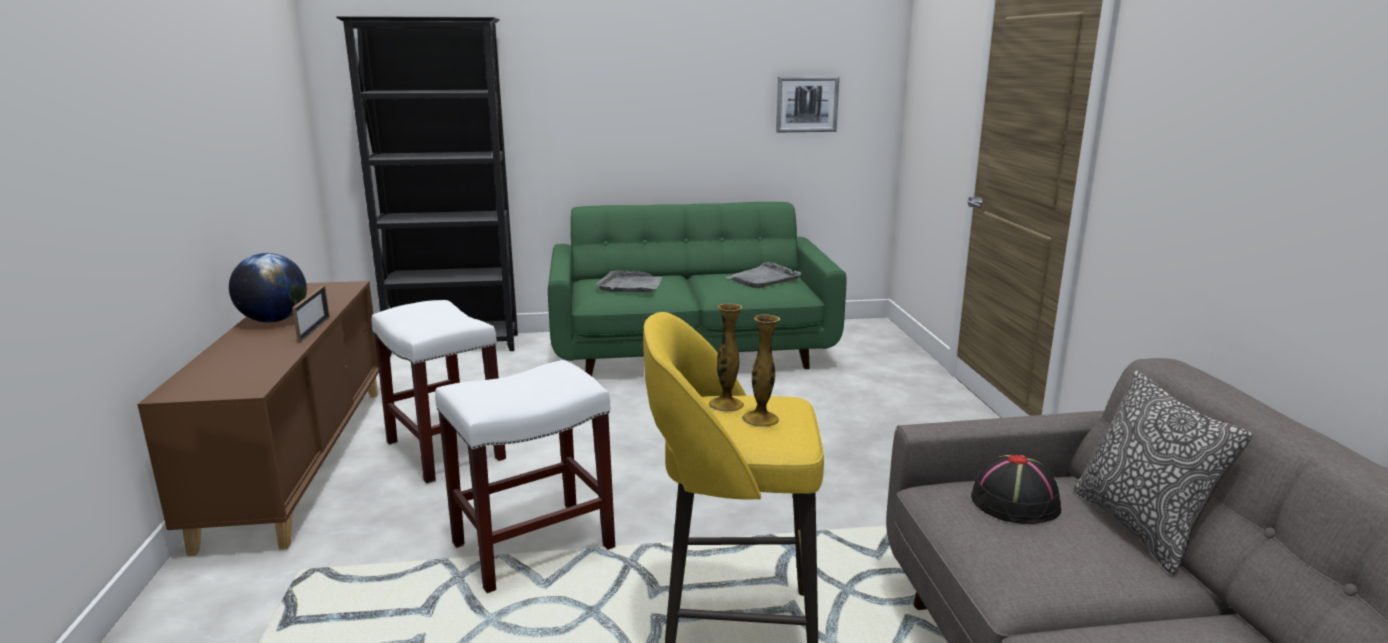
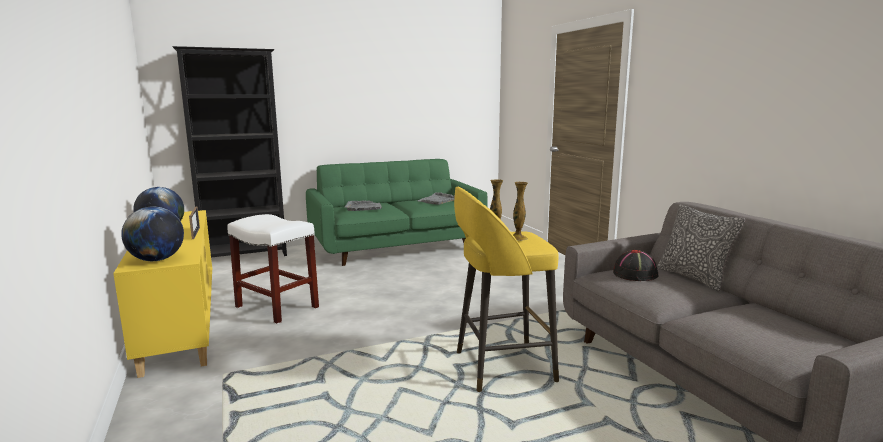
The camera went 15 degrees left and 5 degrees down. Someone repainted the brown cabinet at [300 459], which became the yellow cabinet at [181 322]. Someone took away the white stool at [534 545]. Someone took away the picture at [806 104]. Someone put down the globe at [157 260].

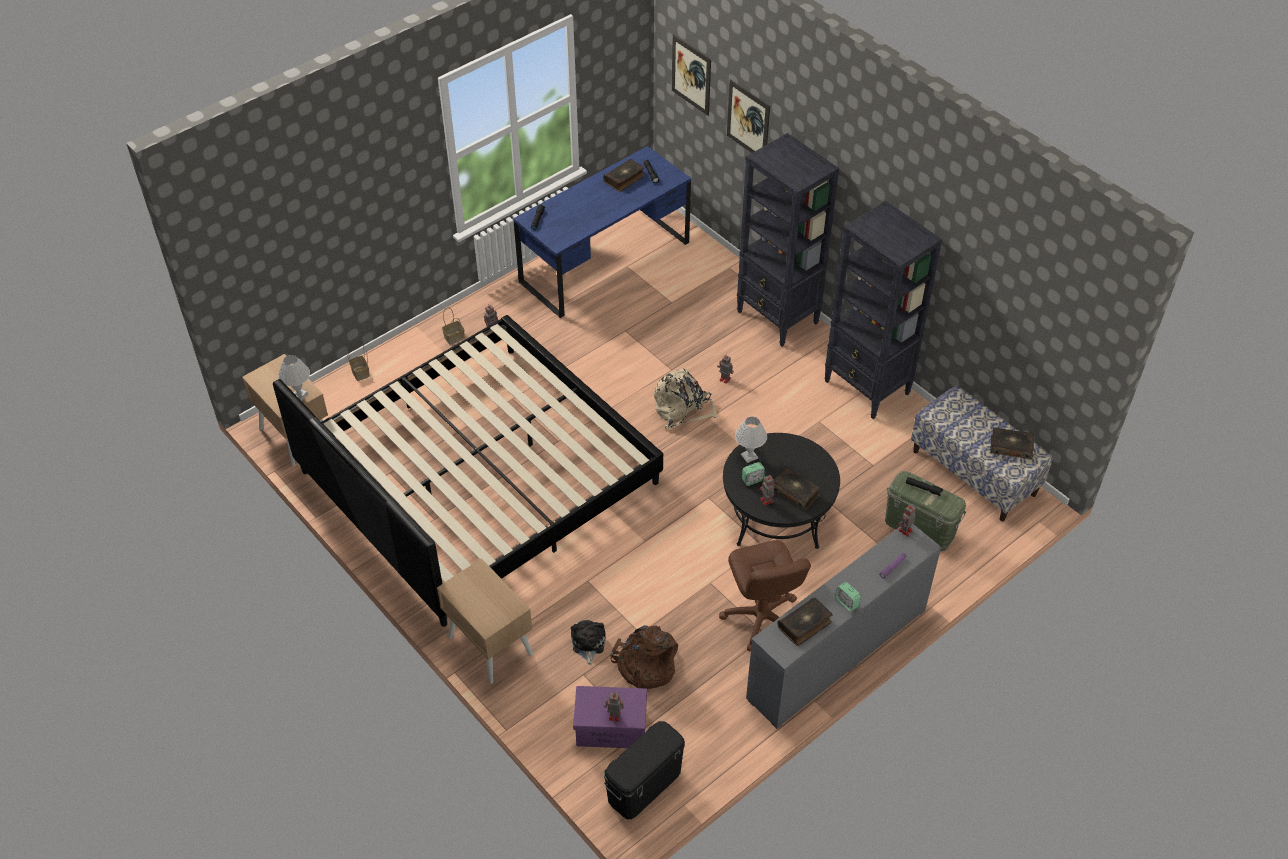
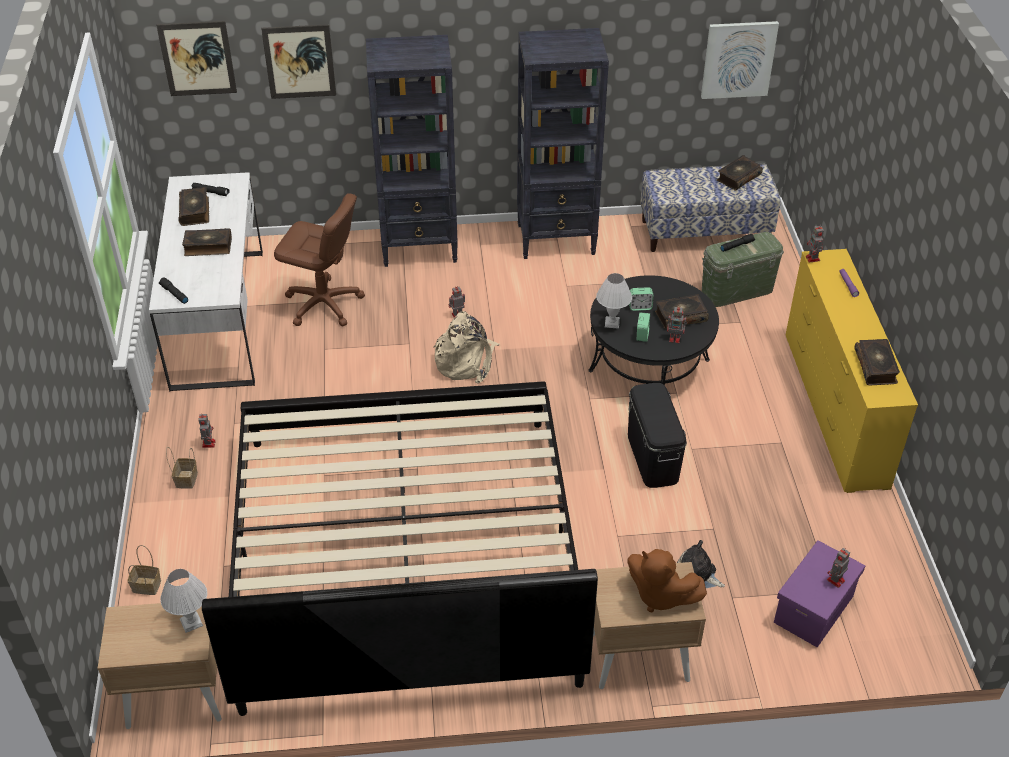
The camera went 55 degrees left and 5 degrees down. Someone repainted the blue desk at [605 262], which became the white desk at [219 317]. Someone carried the black storage box from [644 786] to [653 457]. Someone took away the brown backpack at [645 665]. Someone carried the brown office chair from [761 618] to [323 304]. Someone repainted the grey dresser at [836 653], which became the yellow dresser at [834 408]. Someone carried the alarm clock from [847 602] to [640 307]. Someone put down the book at [208 247]. Someone put down the brown plush toy at [660 595]. Someone put up the picture at [738 59].

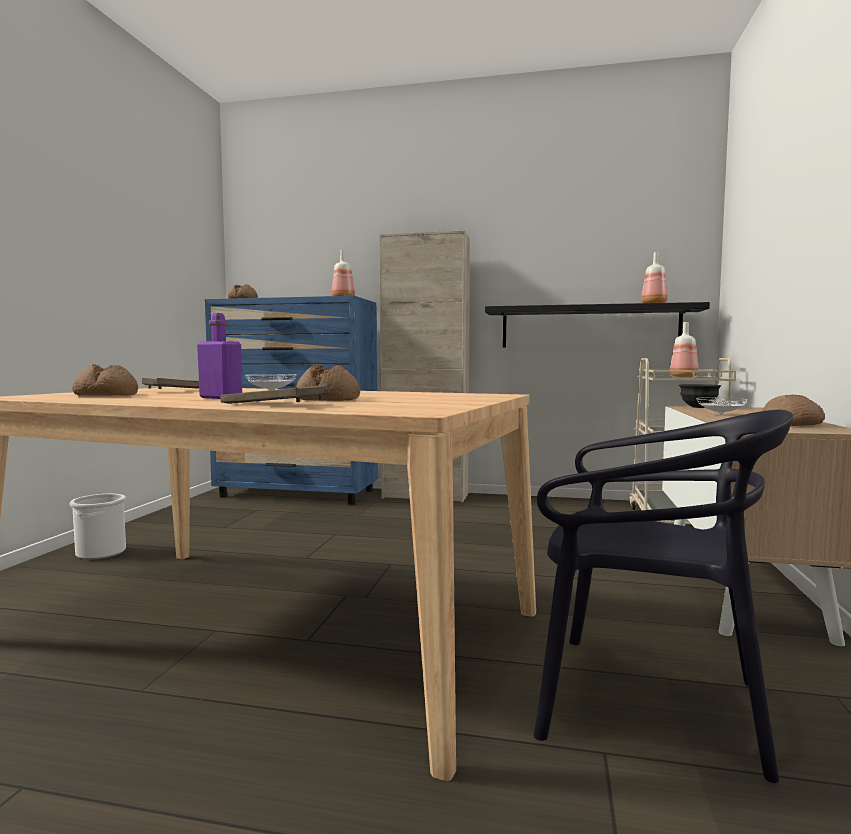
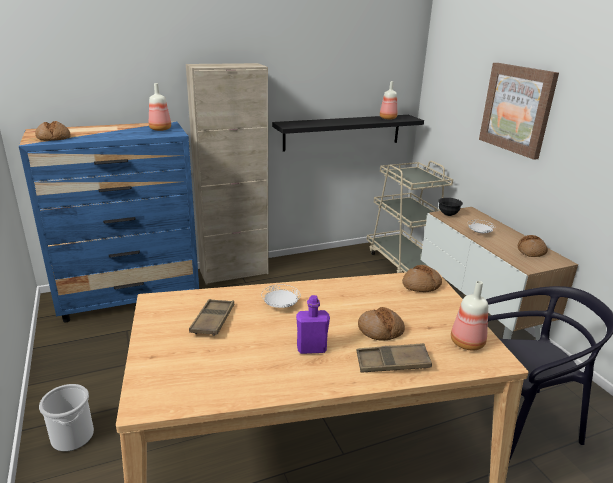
The camera went 35 degrees left and 20 degrees up. Someone carried the bread from [106 395] to [421 285]. Someone carried the bottle from [684 377] to [468 343]. Someone put up the picture at [517 109].

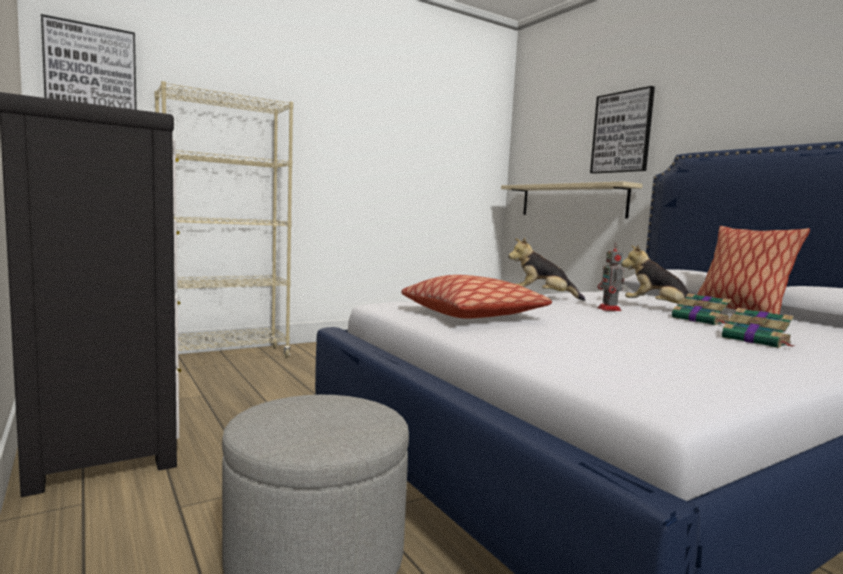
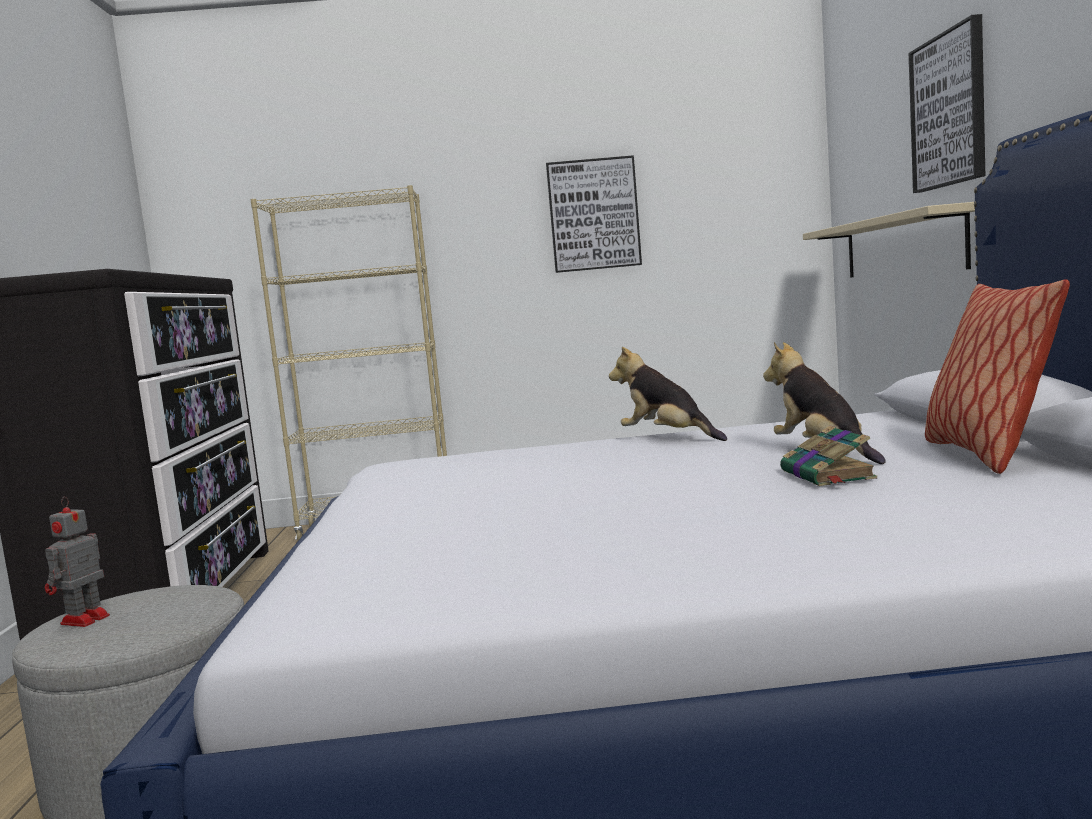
The camera went 30 degrees right and 0 degrees up. Someone carried the picture from [91 75] to [593 215]. Someone took away the pillow at [472 315]. Someone carried the toy robot from [609 309] to [83 621]. Someone took away the book at [757 340].

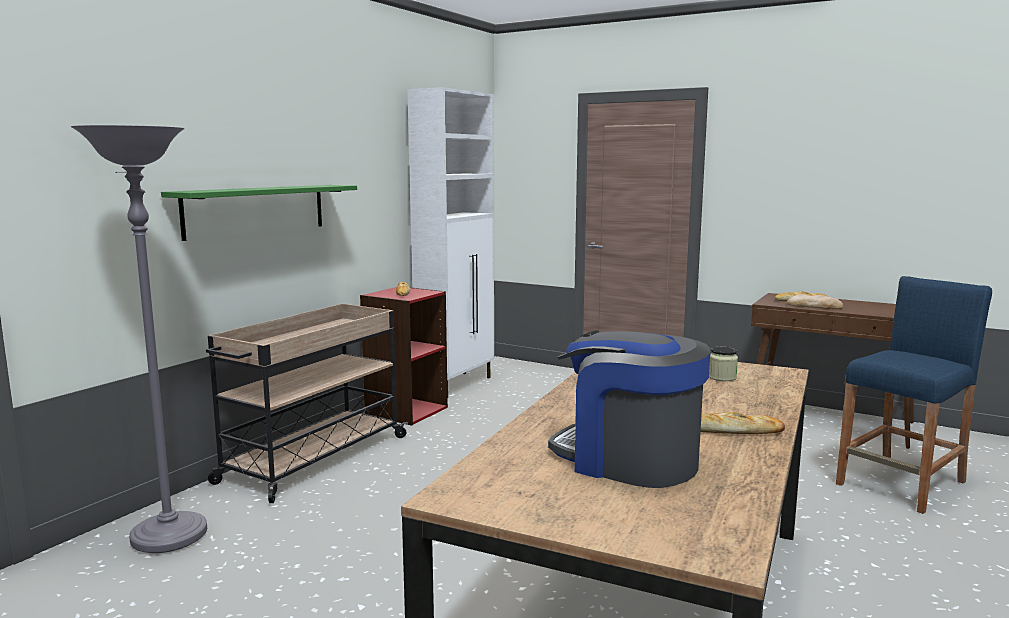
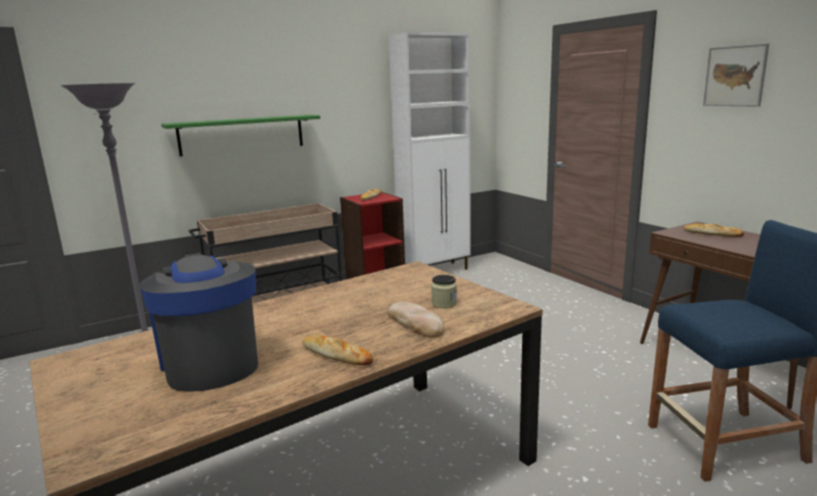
The camera went 30 degrees right and 5 degrees up. Someone carried the bread from [814 306] to [416 323]. Someone put up the picture at [735 76].

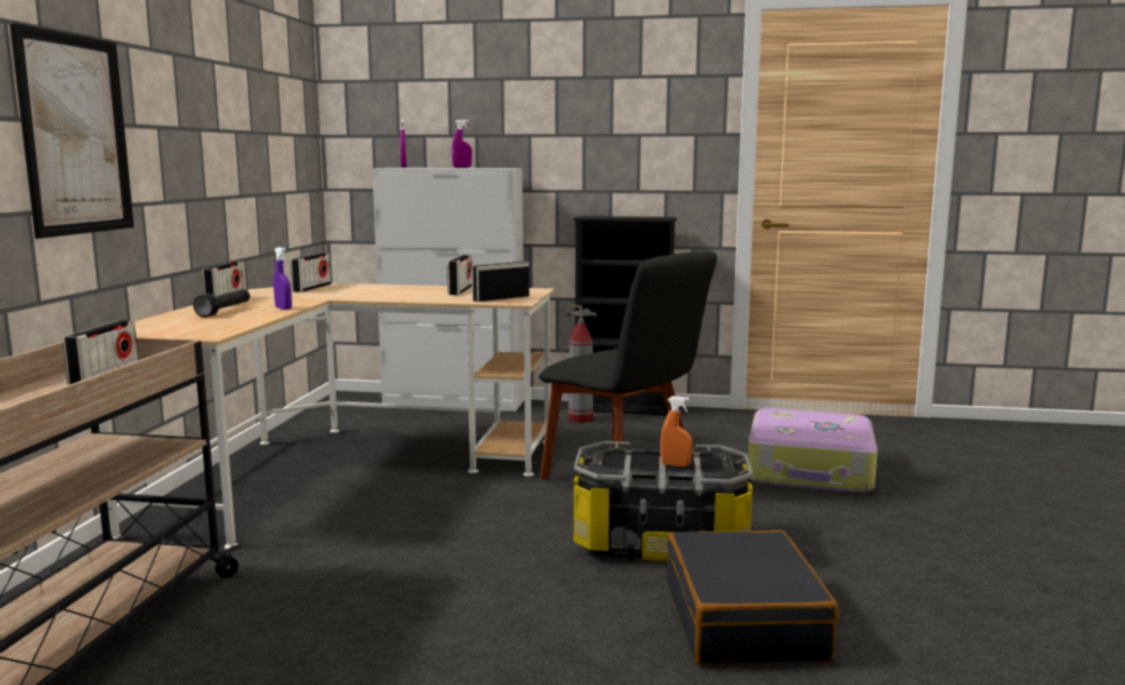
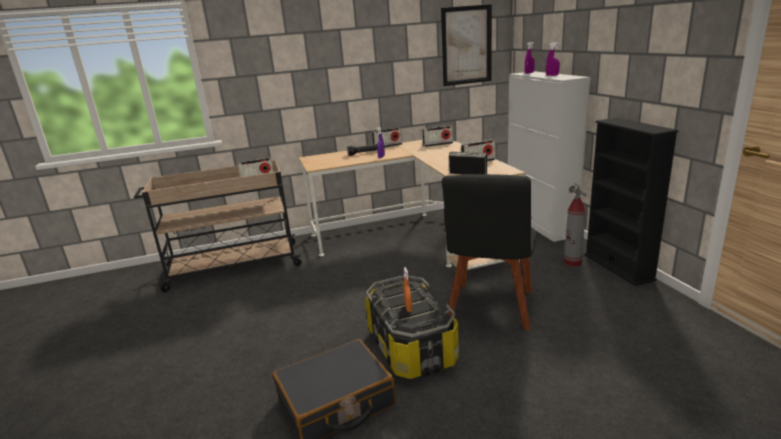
The camera went 65 degrees right and 10 degrees up. Someone carried the picture from [75 135] to [466 45]. Someone took away the suitcase at [810 470].

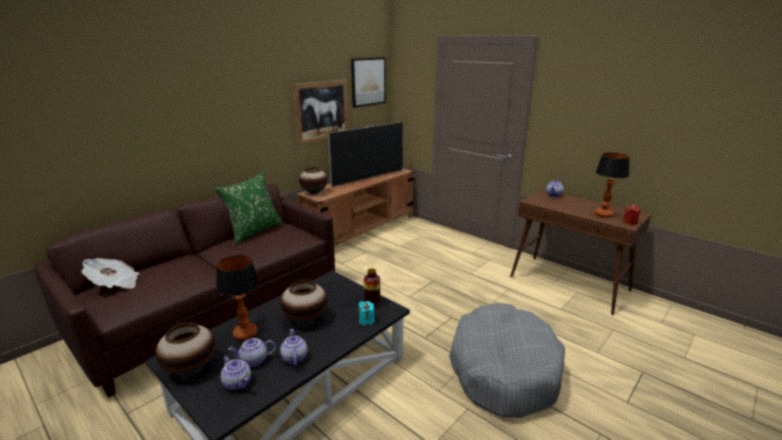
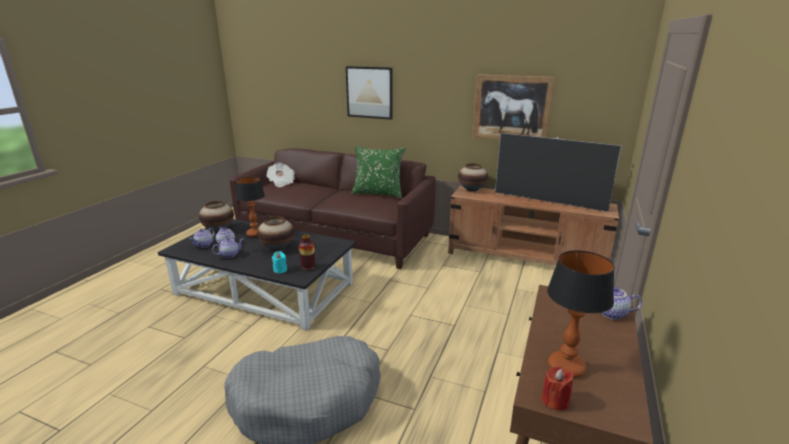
The camera went 70 degrees right and 0 degrees up. Someone carried the picture from [368 81] to [369 92].

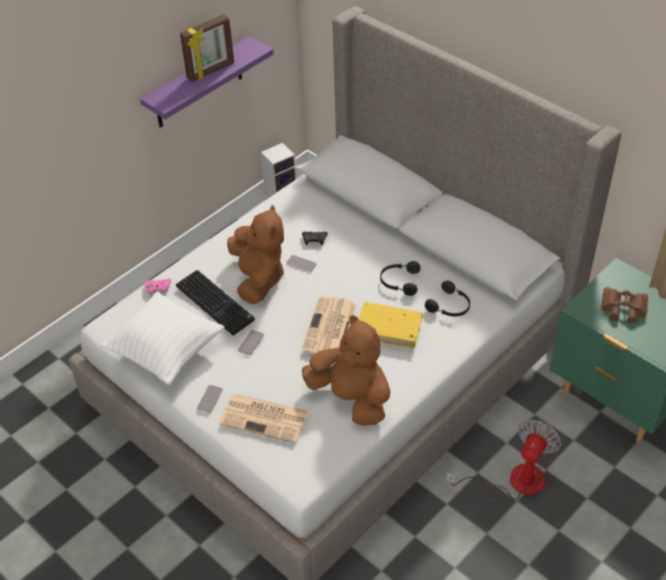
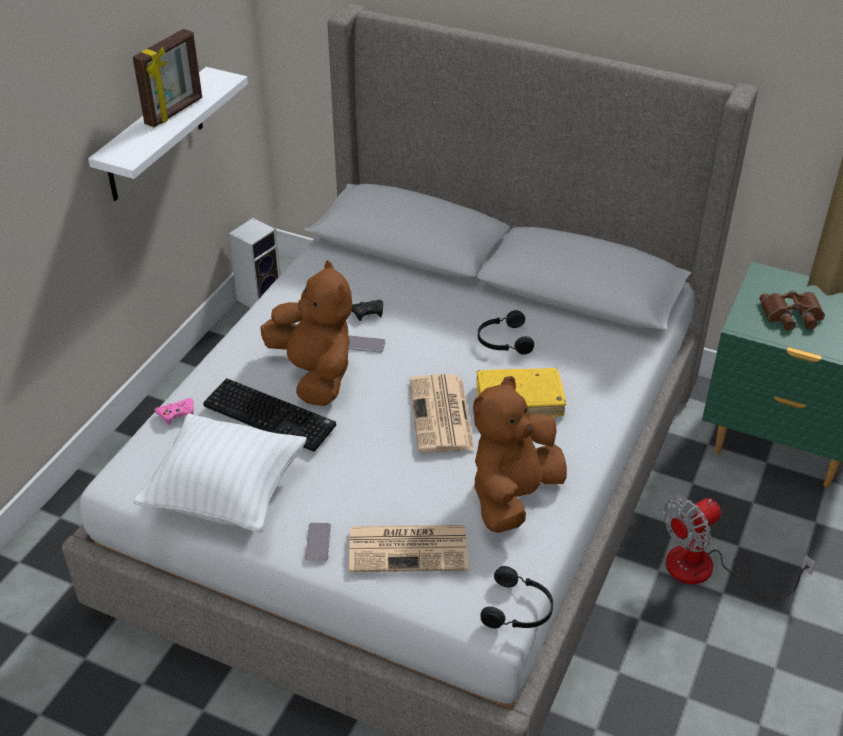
The camera went 20 degrees left and 5 degrees down. Someone repainted the purple shelf at [198 84], which became the white shelf at [154 136]. Someone took away the phone at [250 343]. Someone rotated the brown plush toy at [351 398] by 75 degrees counterclockwise. Someone carried the black headphones from [450 306] to [519 609]. Someone rotated the fan at [513 481] by 135 degrees counterclockwise.

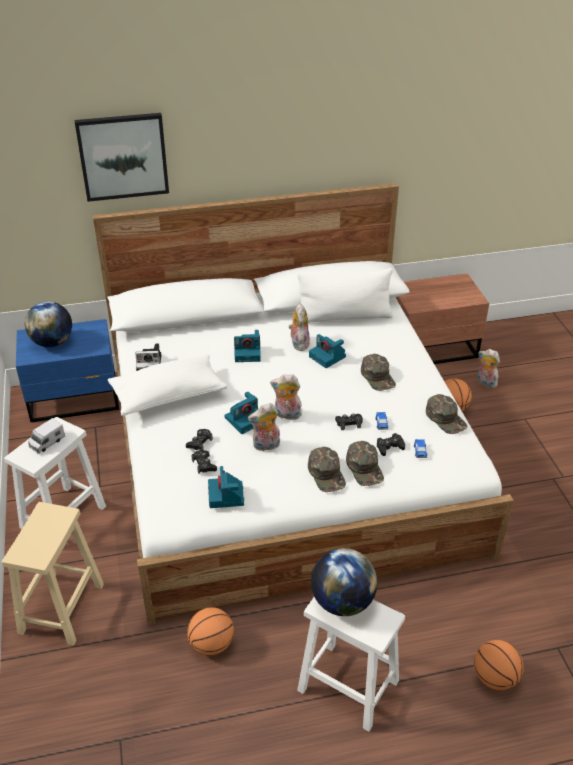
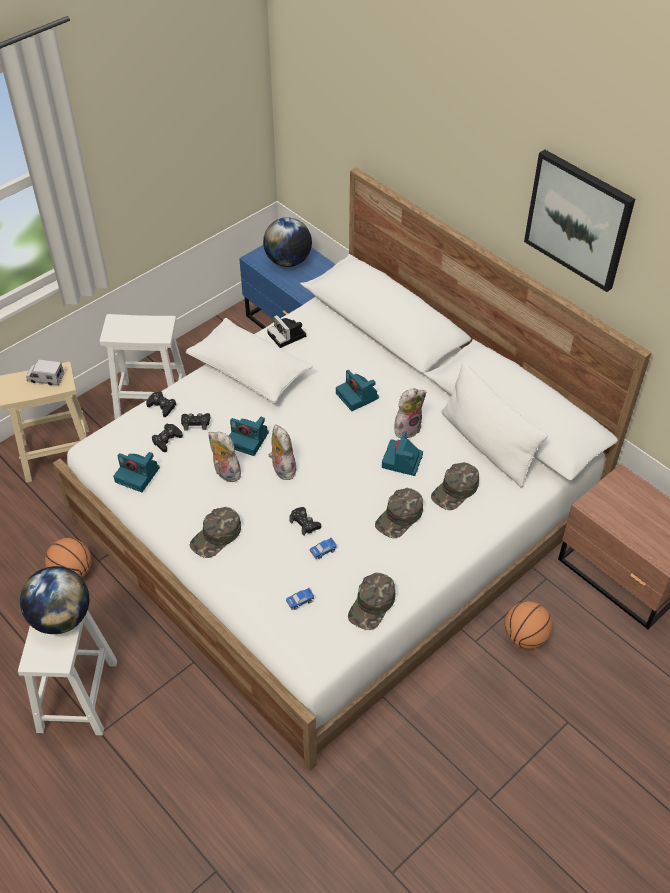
The camera went 60 degrees right and 10 degrees up. Someone carried the toy truck from [47 442] to [46 378]. Someone carried the picture from [123 156] to [578 219]. Someone rotated the photo camera at [226 496] by 120 degrees counterclockwise. Someone carried the green cap from [365 468] to [455 490]. Someone carried the black game controller from [389 447] to [162 406]. Someone took away the basketball at [494 678]. Someone took away the plush toy at [485 383].

